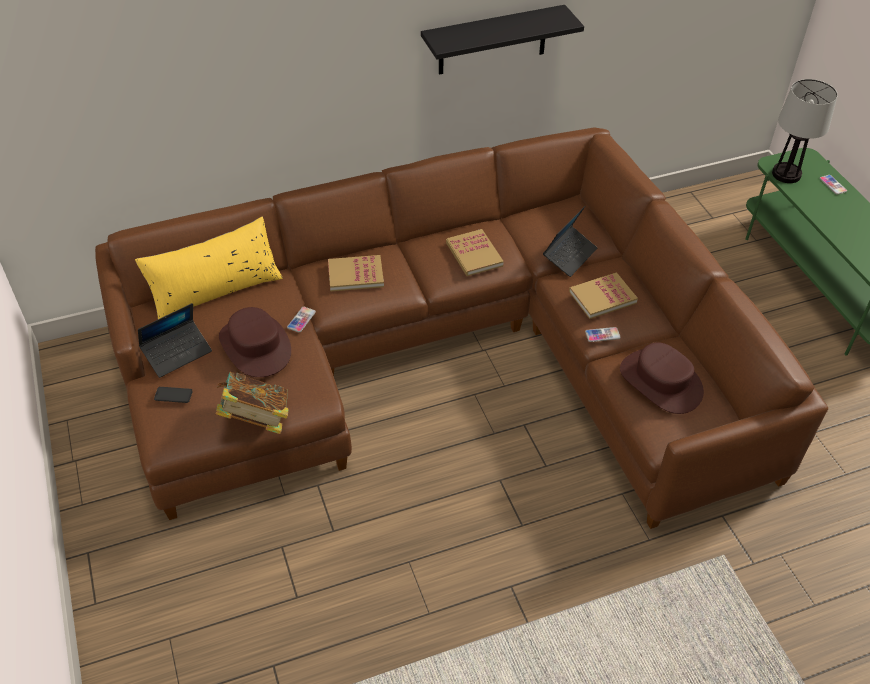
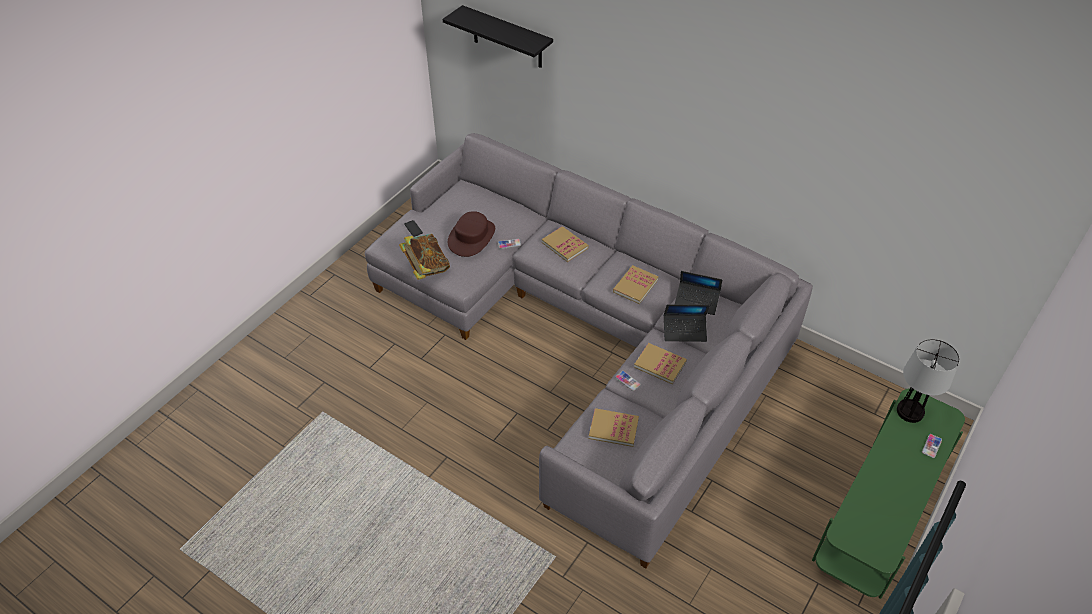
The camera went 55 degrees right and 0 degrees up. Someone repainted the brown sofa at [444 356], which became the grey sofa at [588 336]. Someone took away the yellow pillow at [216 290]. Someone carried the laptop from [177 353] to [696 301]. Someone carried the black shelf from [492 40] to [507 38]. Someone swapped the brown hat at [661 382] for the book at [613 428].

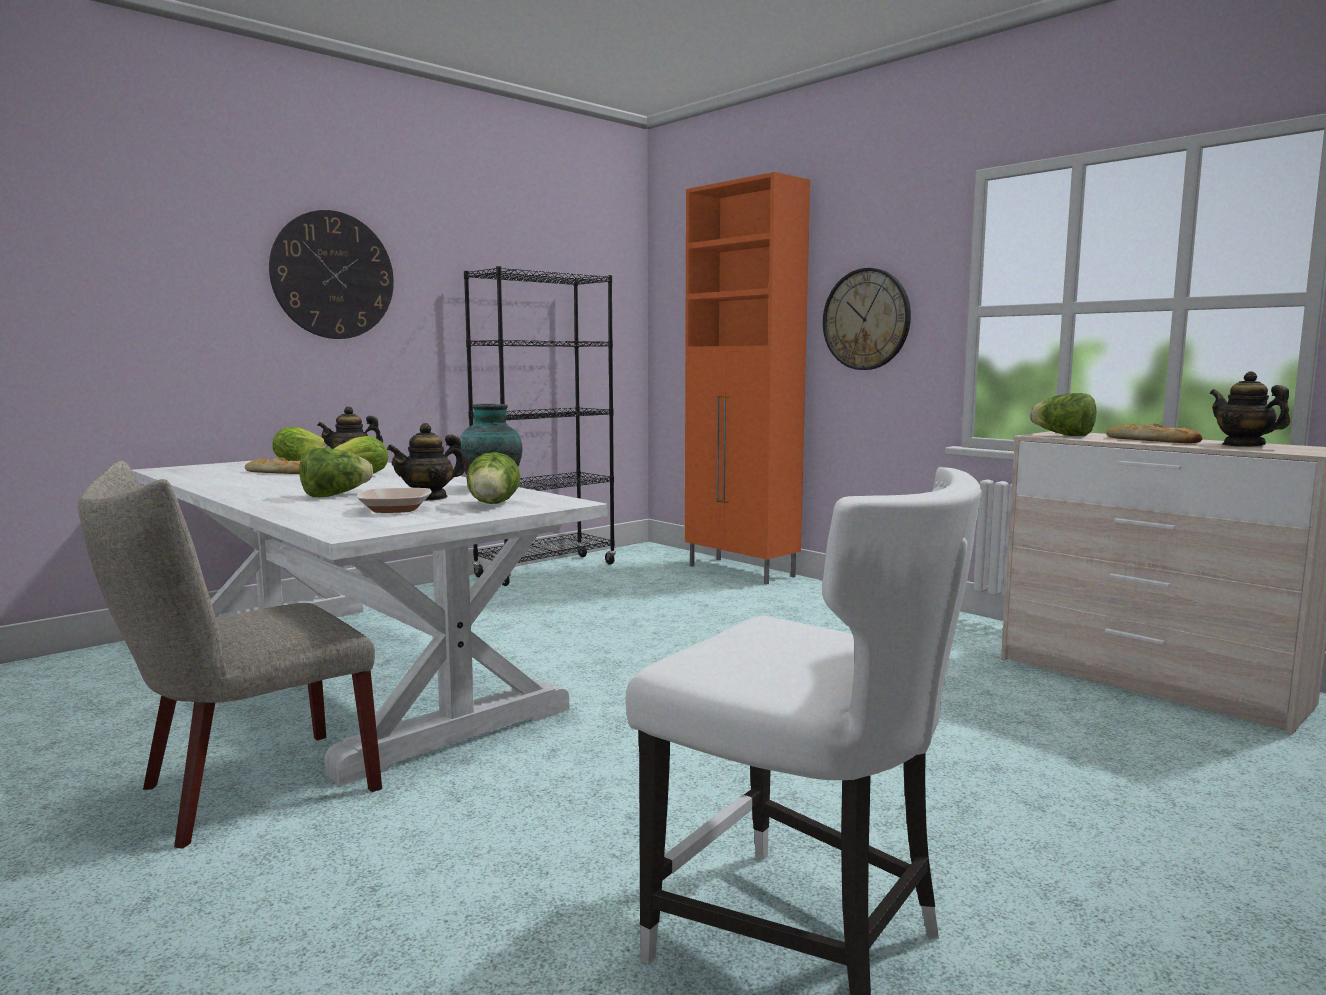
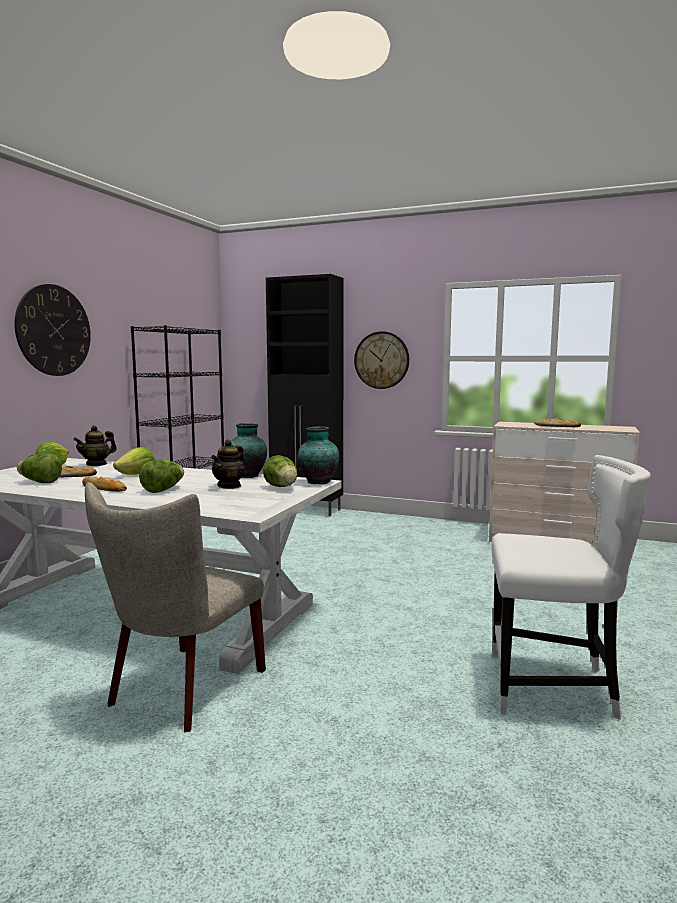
The camera went 25 degrees left and 0 degrees up. Someone took away the bowl at [395 509]. Someone repainted the orange cabinet at [741 571], which became the black cabinet at [307 510]. Someone carried the lettuce from [1063 435] to [40 482]. Someone took away the teapot at [1243 445]. Someone put down the bread at [104 488]. Someone put down the vase at [317 482].

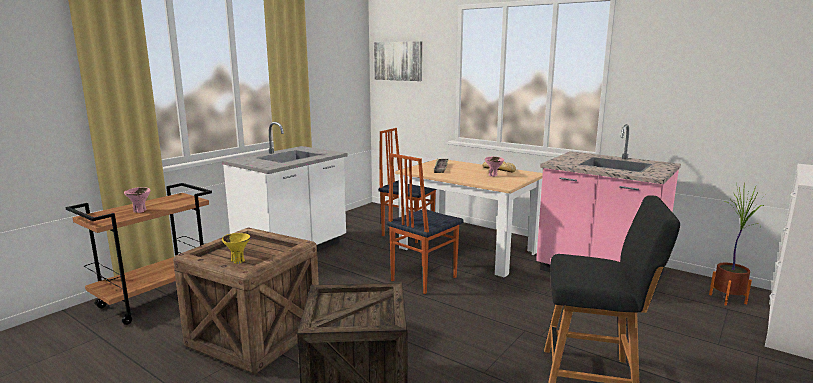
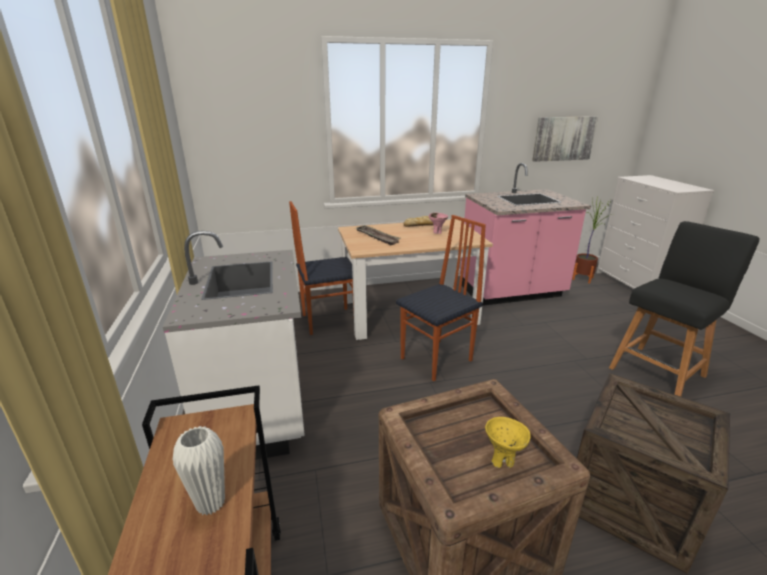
The camera went 50 degrees left and 10 degrees up. Someone swapped the pink bowl at [140 211] for the white vase at [210 503]. Someone carried the picture from [398 61] to [563 138]. Someone rotated the chair at [422 278] by 120 degrees counterclockwise.

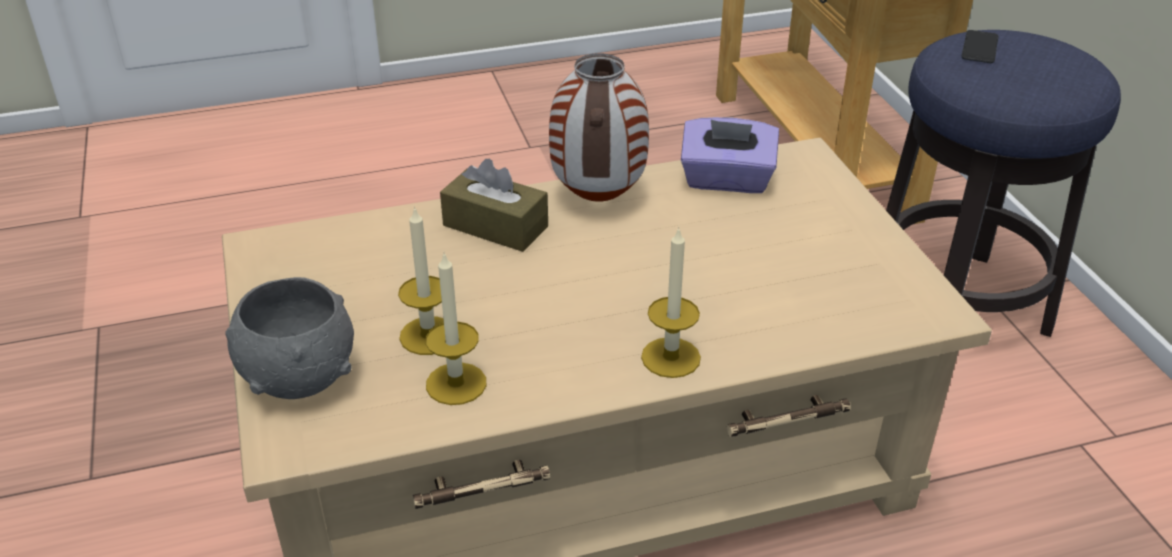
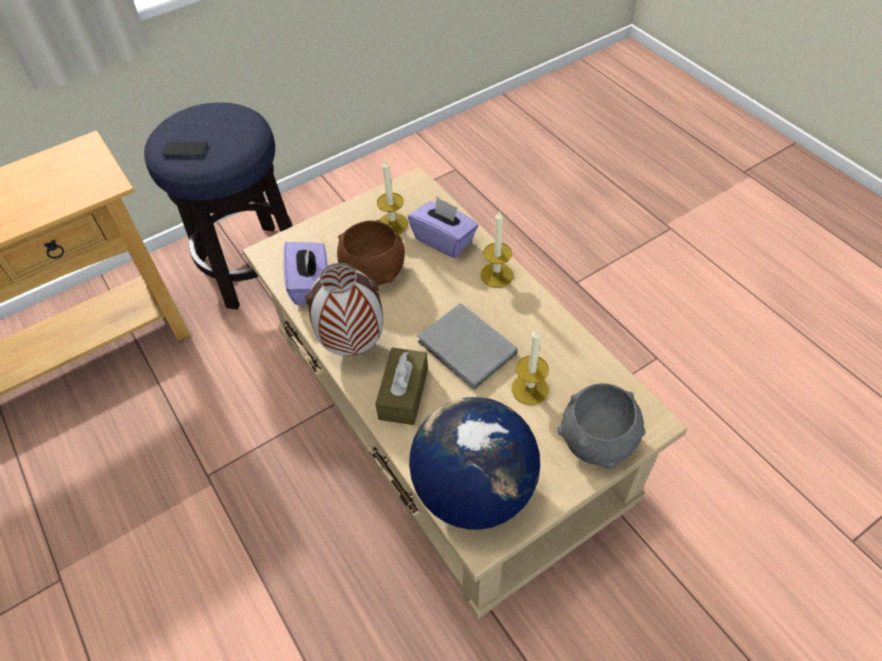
The camera went 105 degrees left and 15 degrees up. Someone carried the candle from [456 384] to [392 224]. Someone put down the brown bowl at [373 271]. Someone put down the purple tissue box at [444 240]. Someone put down the globe at [473 489]. Someone put down the grey book at [467 349].

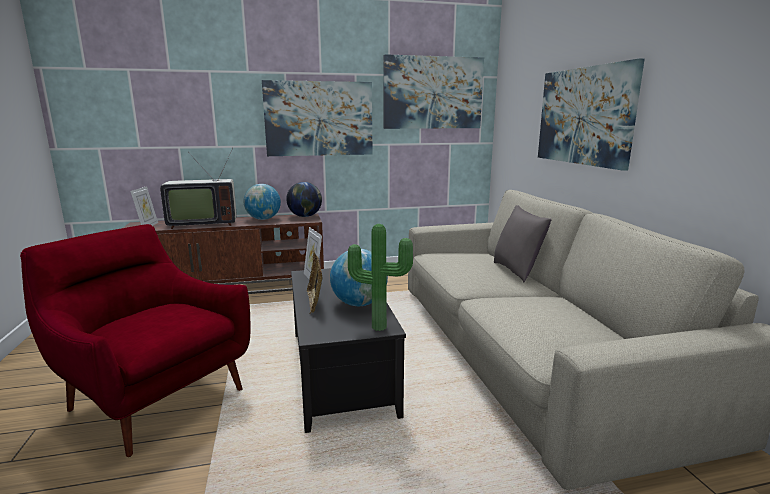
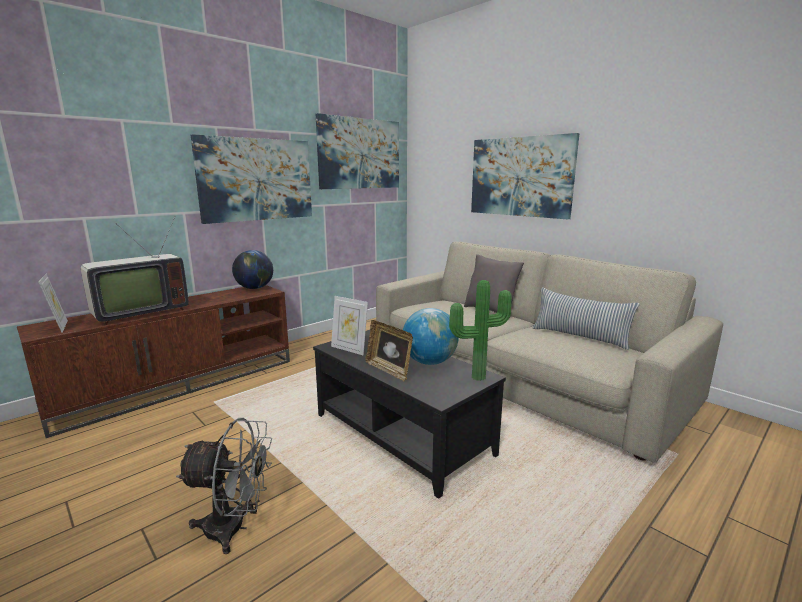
The camera went 30 degrees left and 0 degrees up. Someone swapped the red armchair at [153 397] for the grey fan at [234 528]. Someone took away the globe at [263 219]. Someone put down the pillow at [579 337].

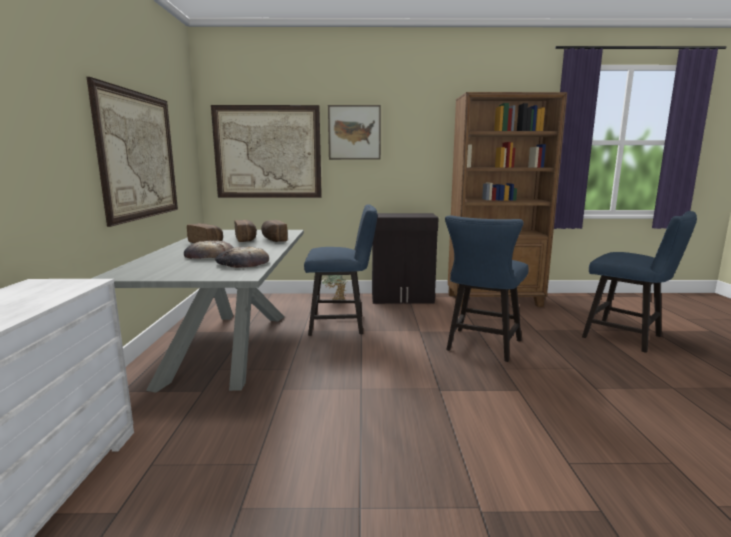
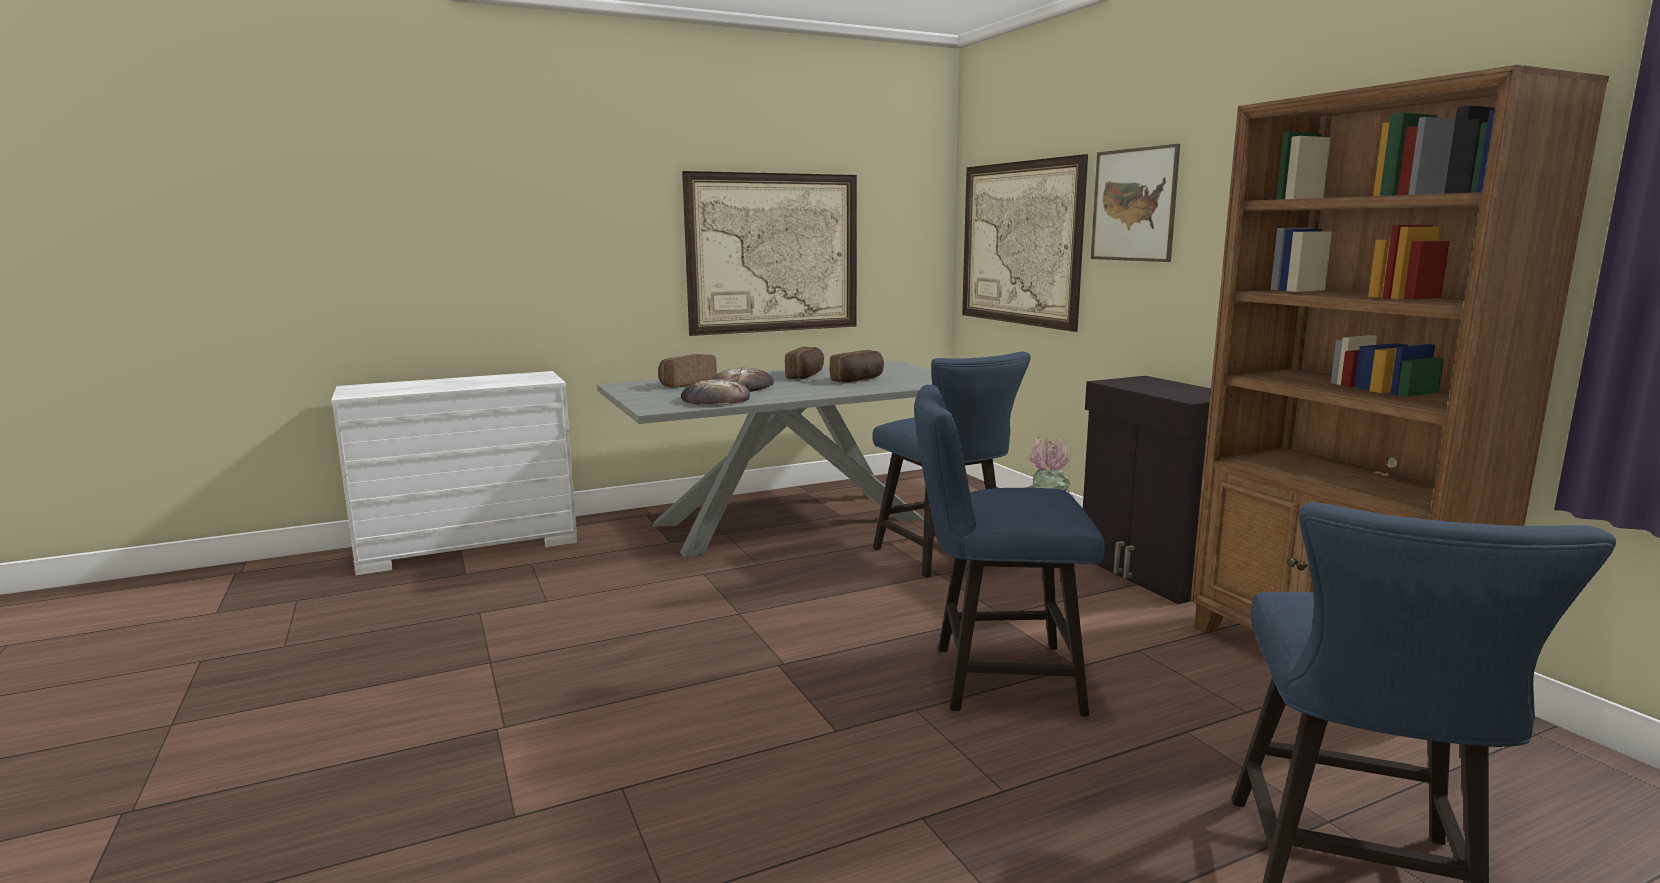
The camera went 65 degrees right and 0 degrees up. Someone carried the bread from [273 239] to [686 383].

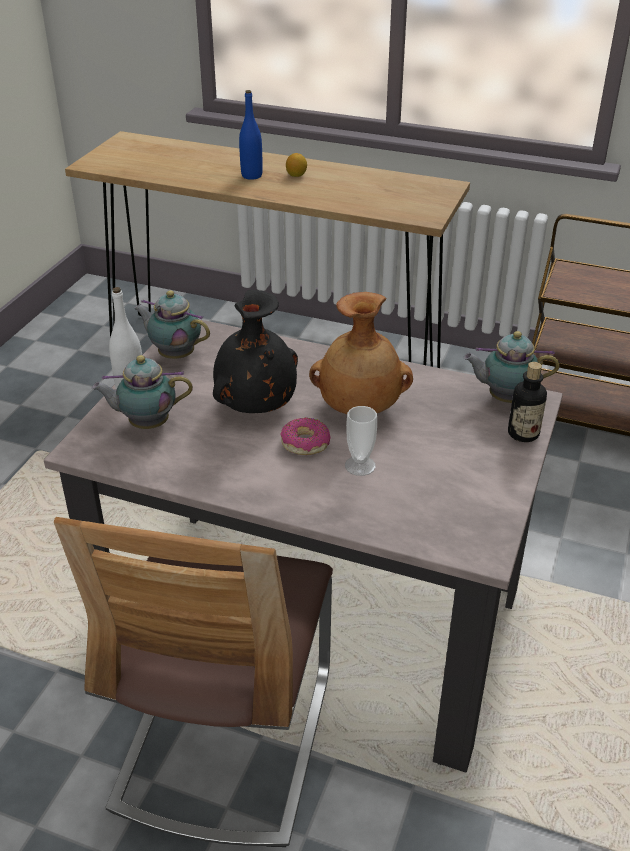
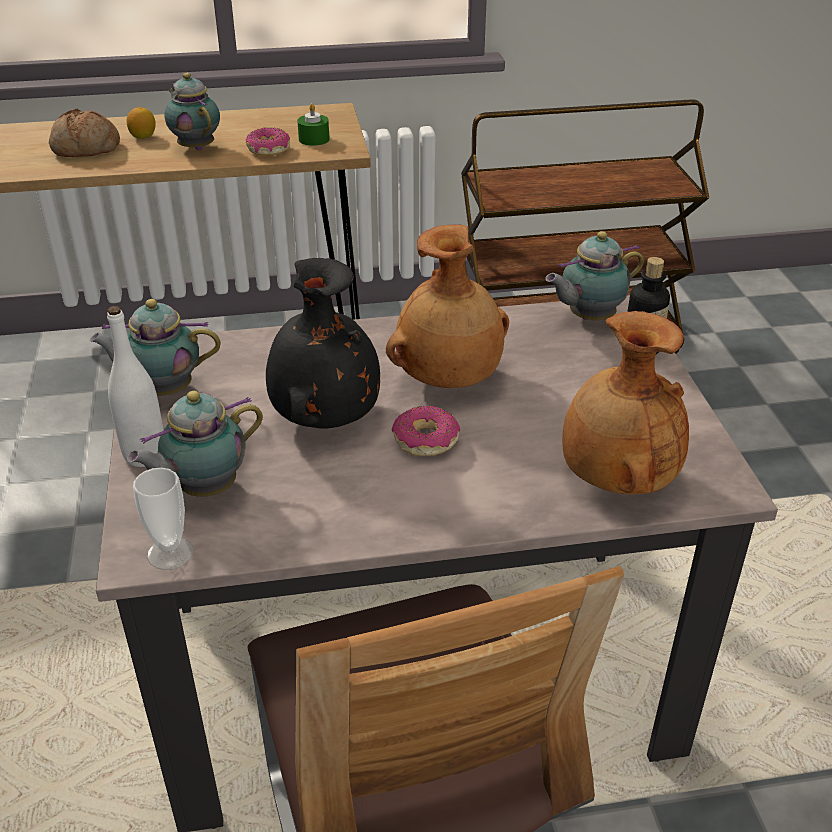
The camera went 30 degrees left and 0 degrees up. Someone swapped the blue bottle at [251 175] for the bread at [85 149]. Someone carried the cup from [360 465] to [170 553]. Someone put down the teapot at [196 147]. Someone put down the donut at [268 150]. Someone put down the green candle at [314 139]. Someone put down the brown vase at [615 478].

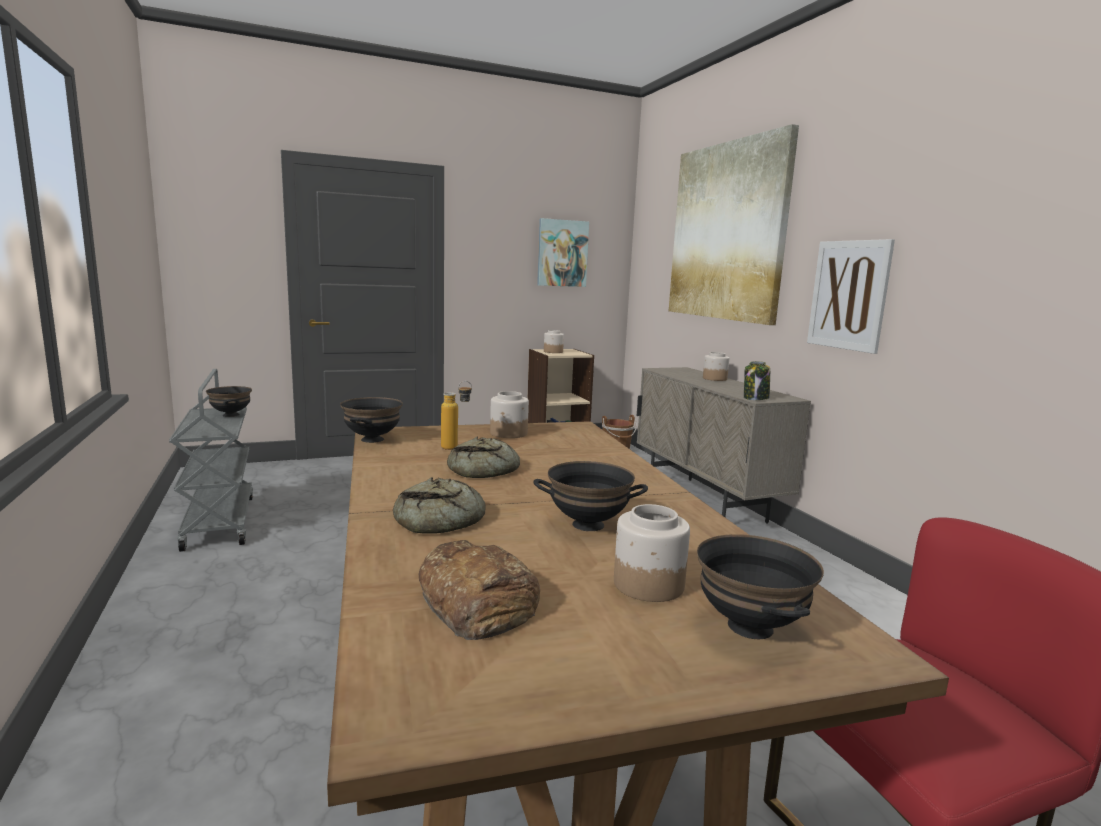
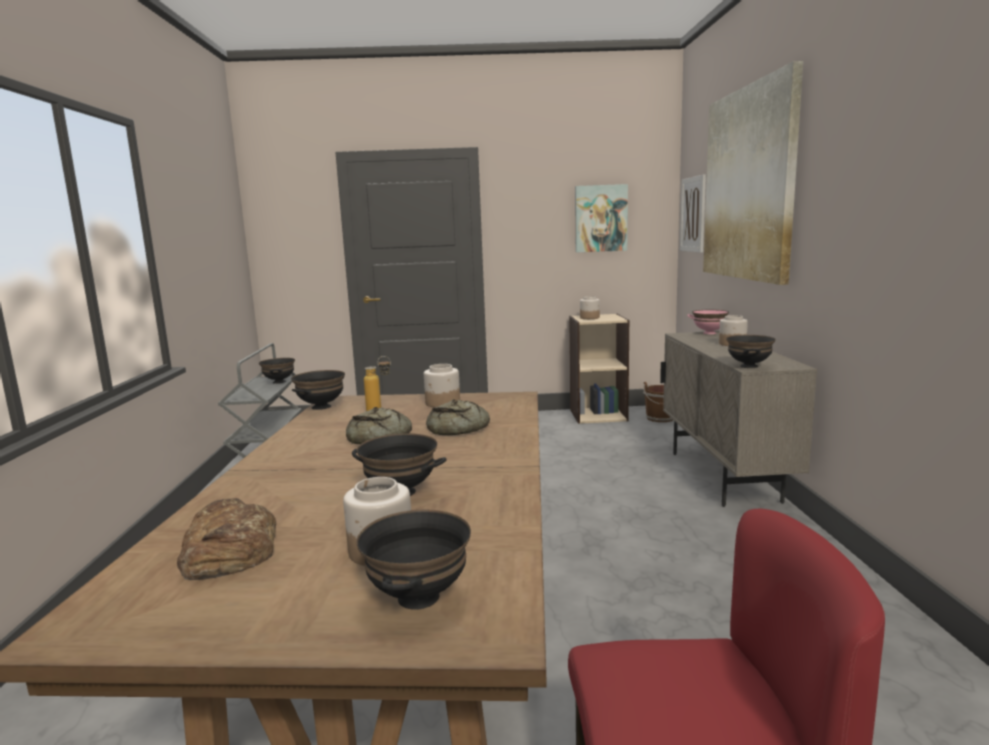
The camera went 20 degrees right and 0 degrees up. Someone carried the bread from [441 520] to [458 428]. Someone swapped the jar at [755 398] for the black bowl at [749 366]. Someone carried the picture from [848 295] to [693 214]. Someone put down the pink bowl at [709 333].

